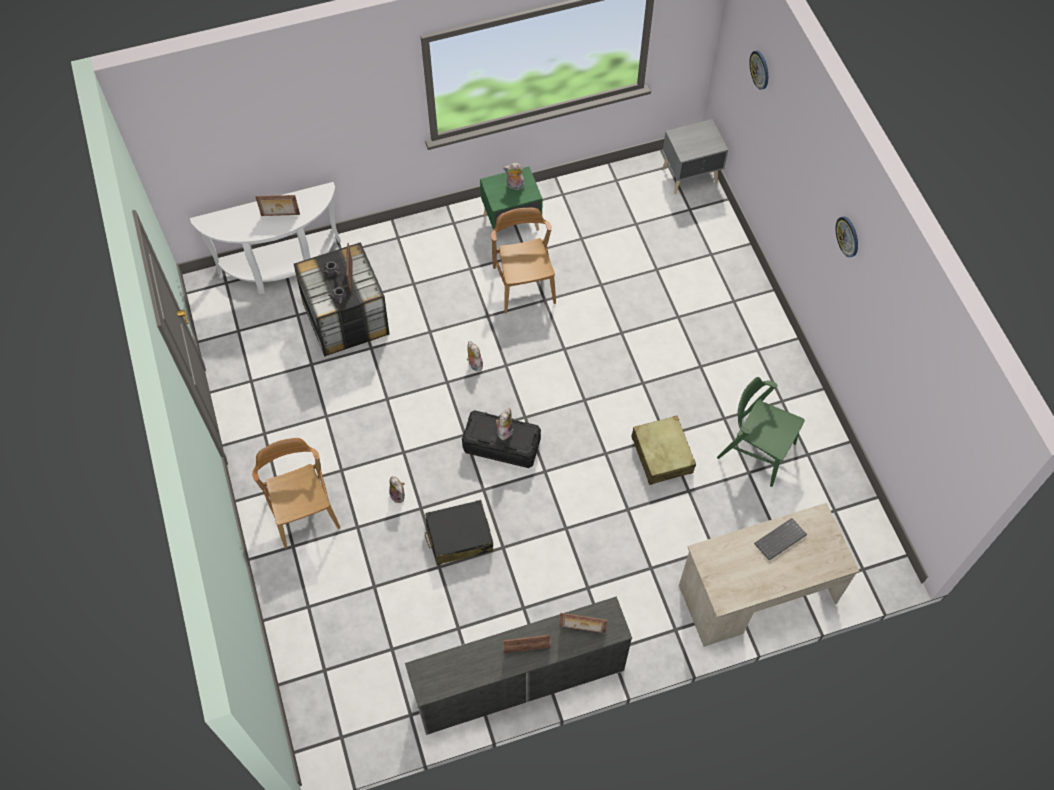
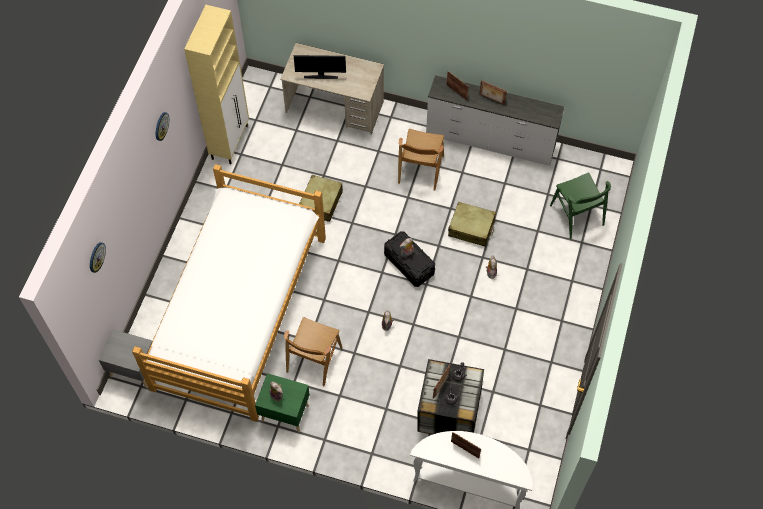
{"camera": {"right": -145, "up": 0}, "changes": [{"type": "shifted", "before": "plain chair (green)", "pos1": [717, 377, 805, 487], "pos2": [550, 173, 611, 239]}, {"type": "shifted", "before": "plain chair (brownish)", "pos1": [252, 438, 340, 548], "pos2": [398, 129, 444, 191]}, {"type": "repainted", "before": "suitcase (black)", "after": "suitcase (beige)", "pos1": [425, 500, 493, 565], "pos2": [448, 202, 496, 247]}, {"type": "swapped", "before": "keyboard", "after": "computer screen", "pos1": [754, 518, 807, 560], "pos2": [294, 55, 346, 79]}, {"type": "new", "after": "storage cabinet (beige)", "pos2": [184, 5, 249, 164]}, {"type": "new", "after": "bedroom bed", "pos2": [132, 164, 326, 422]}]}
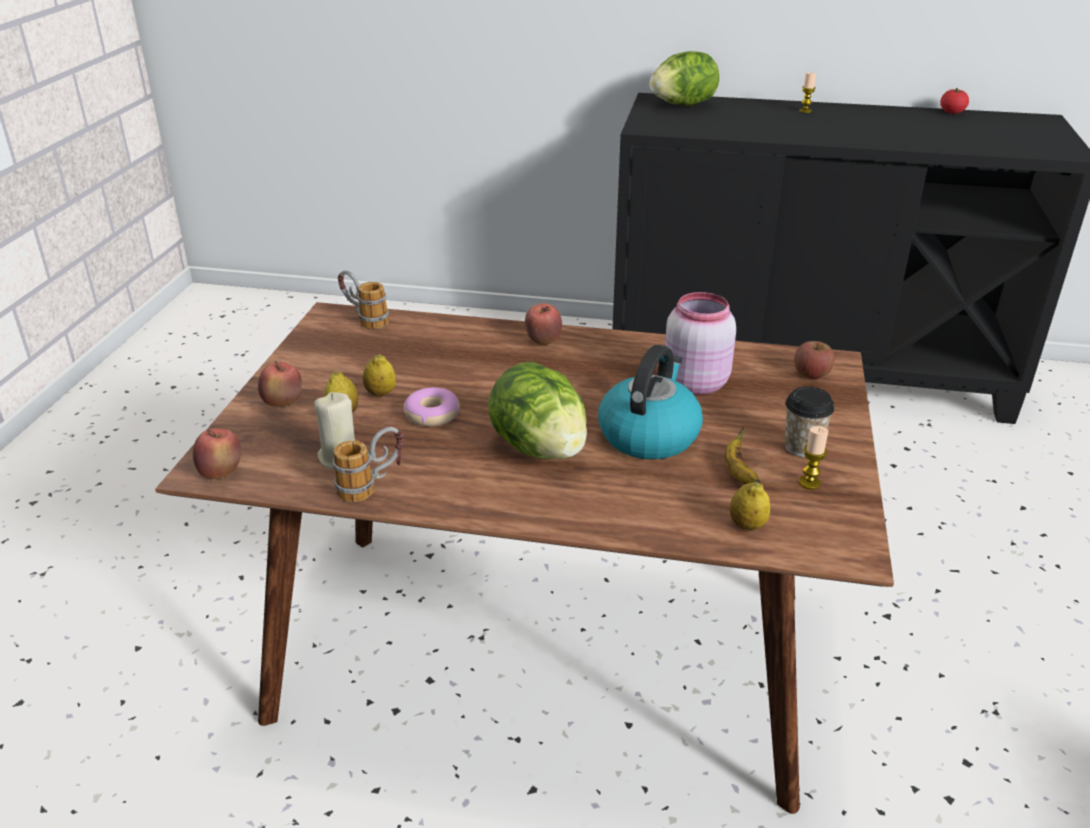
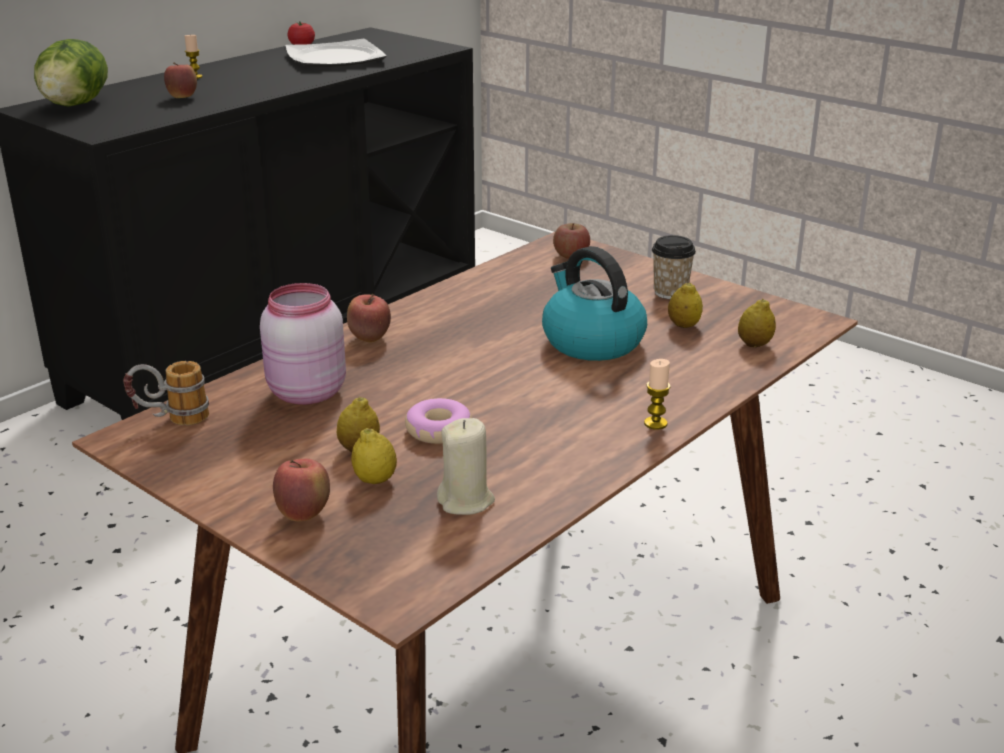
{"camera": {"right": -60, "up": -5}, "changes": [{"type": "shifted", "before": "preserve jar (pink-coloured)", "pos1": [665, 292, 736, 395], "pos2": [260, 283, 346, 405]}, {"type": "gone", "before": "head of lettuce", "pos1": [488, 362, 587, 460]}, {"type": "shifted", "before": "wax light", "pos1": [799, 426, 828, 490], "pos2": [644, 359, 670, 430]}, {"type": "gone", "before": "tea mug", "pos1": [333, 427, 404, 502]}, {"type": "swapped", "before": "banana fruit", "after": "whole lemon", "pos1": [725, 427, 761, 484], "pos2": [668, 282, 703, 328]}, {"type": "shifted", "before": "whole apple", "pos1": [193, 428, 241, 479], "pos2": [164, 62, 197, 98]}, {"type": "new", "after": "plate", "pos2": [285, 39, 386, 67]}]}
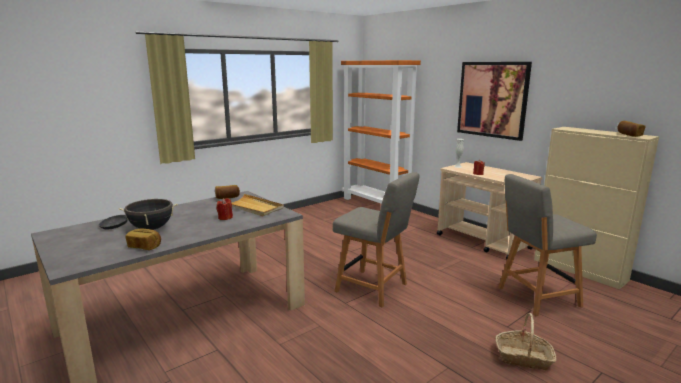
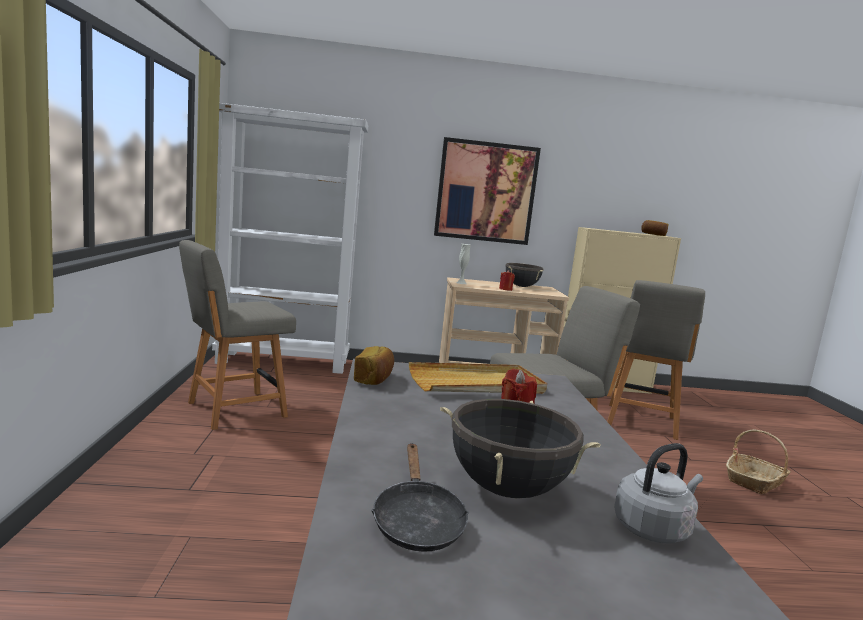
{"camera": {"right": -55, "up": -5}, "changes": [{"type": "repainted", "before": "shelving unit (orange)", "after": "shelving unit (white)", "pos1": [341, 60, 421, 204], "pos2": [212, 103, 368, 374]}, {"type": "swapped", "before": "bakery bread", "after": "water kettle (gray)", "pos1": [125, 228, 161, 250], "pos2": [614, 443, 703, 544]}, {"type": "new", "after": "plain chair (gray)", "pos2": [179, 240, 296, 430]}, {"type": "new", "after": "stockpot (black)", "pos2": [506, 263, 543, 287]}]}
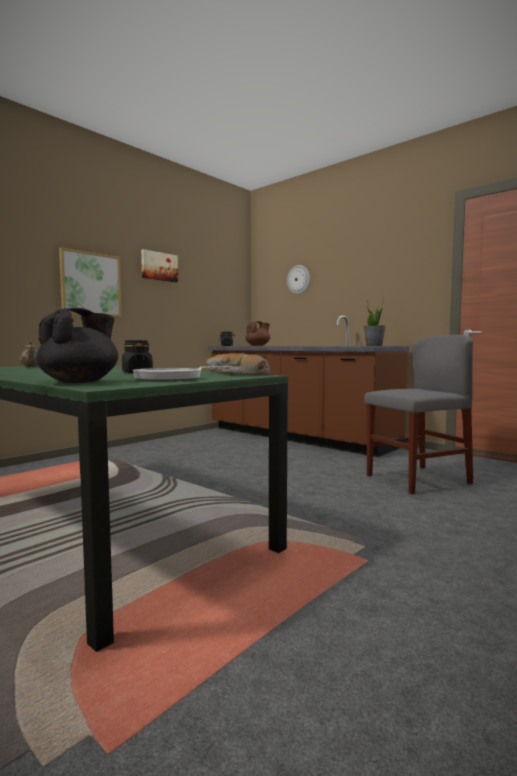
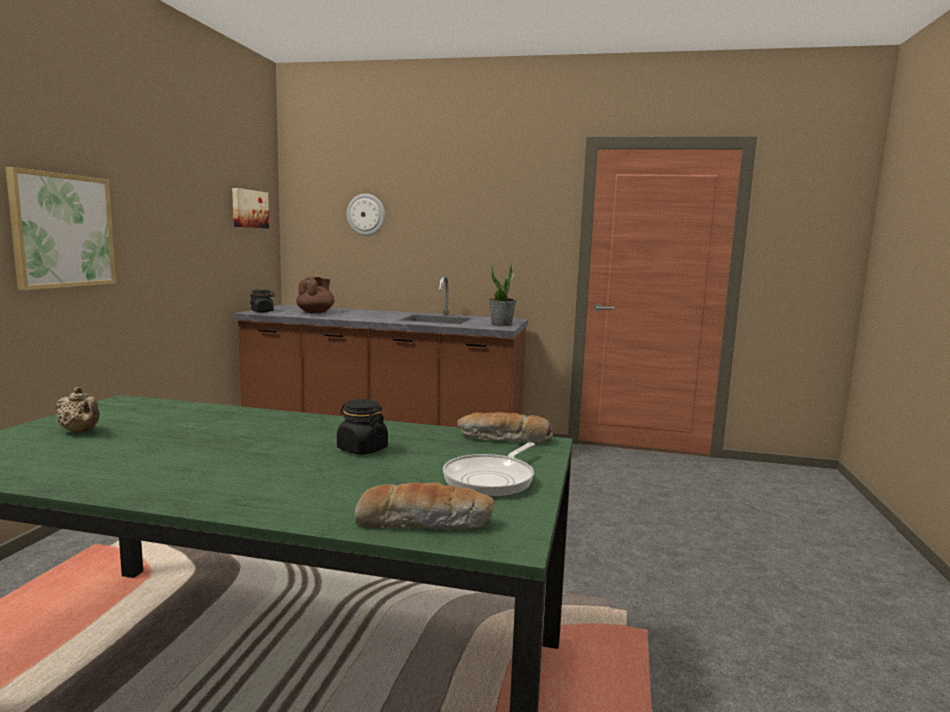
{"camera": {"right": -30, "up": 5}, "changes": [{"type": "shifted", "before": "picture", "pos1": [141, 249, 178, 282], "pos2": [232, 188, 269, 228]}, {"type": "swapped", "before": "tea pot (black)", "after": "bakery bread", "pos1": [36, 308, 118, 383], "pos2": [354, 482, 494, 530]}, {"type": "gone", "before": "plain chair (gray)", "pos1": [364, 335, 473, 494]}]}
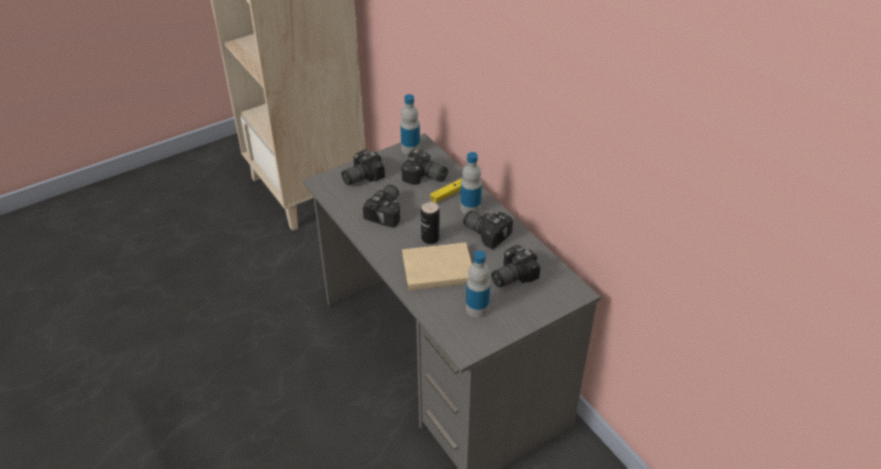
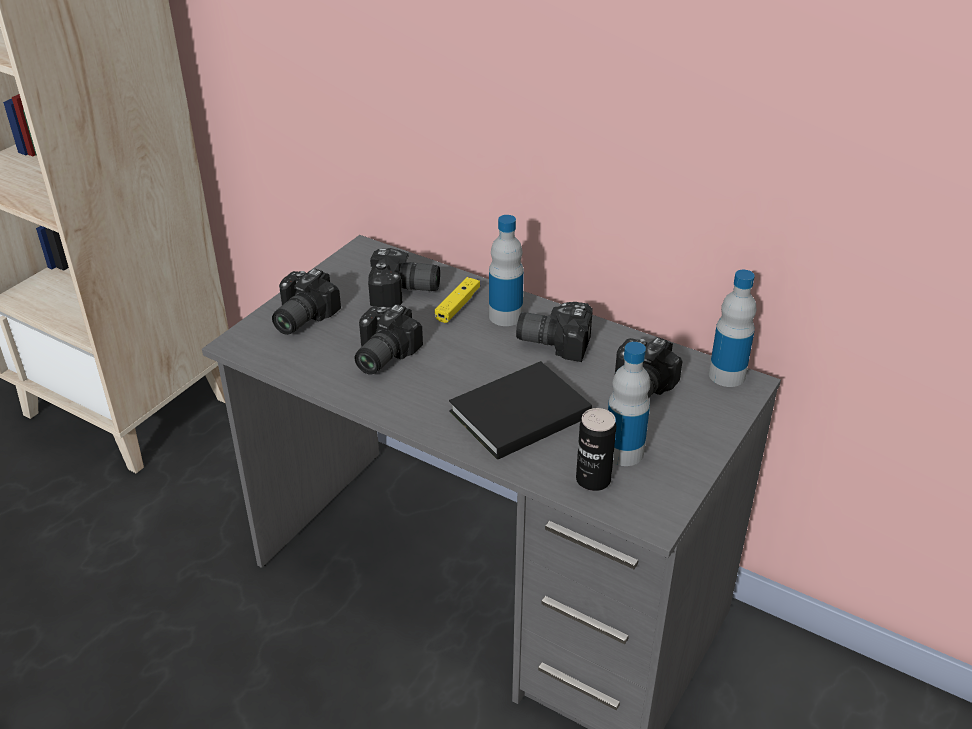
{"camera": {"right": -25, "up": -5}, "changes": [{"type": "shifted", "before": "beverage bottle", "pos1": [400, 94, 420, 155], "pos2": [709, 270, 756, 387]}, {"type": "rotated", "before": "photo camera", "pos1": [363, 185, 400, 228], "pos2": [355, 304, 423, 375], "turn": -150}, {"type": "shifted", "before": "sealed can", "pos1": [421, 201, 439, 244], "pos2": [576, 408, 616, 491]}, {"type": "repainted", "before": "volume (beige)", "after": "volume (black)", "pos1": [402, 242, 472, 290], "pos2": [449, 361, 592, 460]}]}
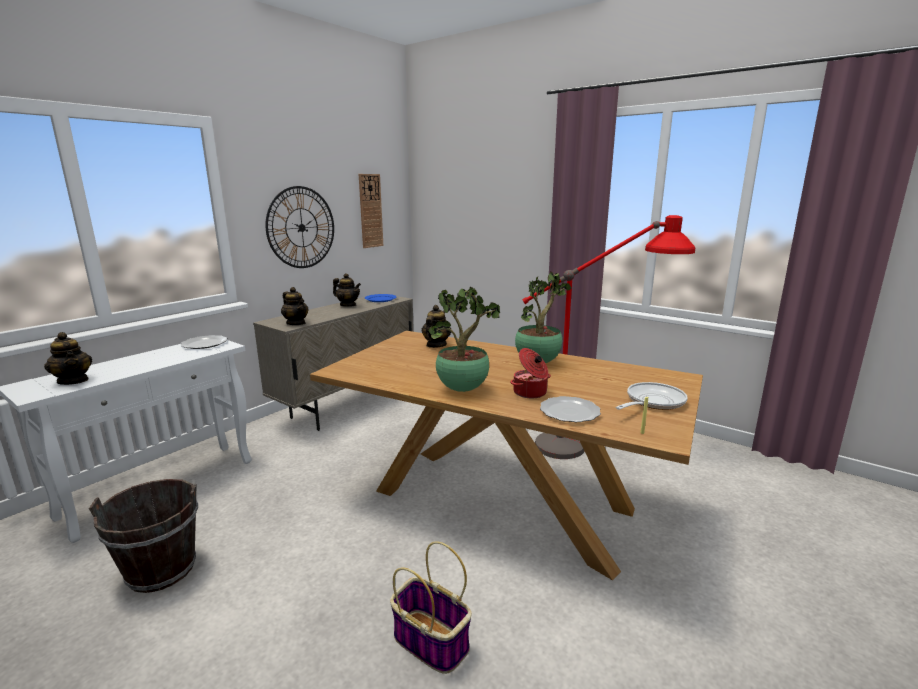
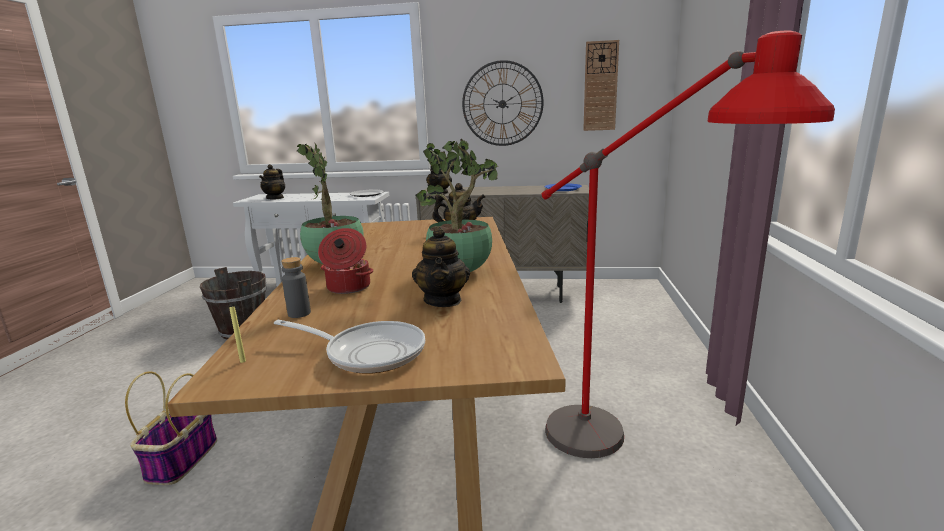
{"camera": {"right": 60, "up": 0}, "changes": [{"type": "shifted", "before": "tea pot", "pos1": [333, 273, 361, 307], "pos2": [412, 227, 470, 307]}, {"type": "swapped", "before": "plate", "after": "beverage bottle (gray)", "pos1": [540, 396, 601, 422], "pos2": [281, 257, 311, 318]}]}
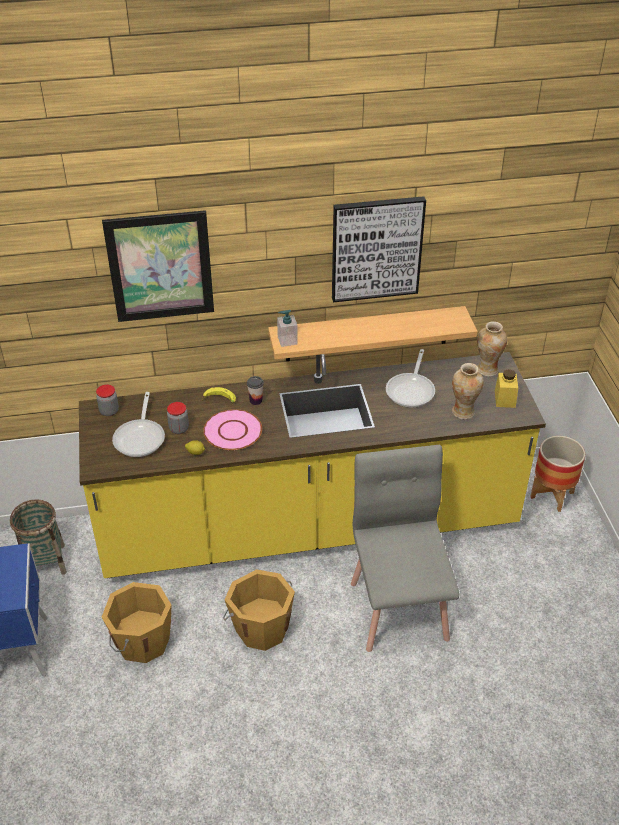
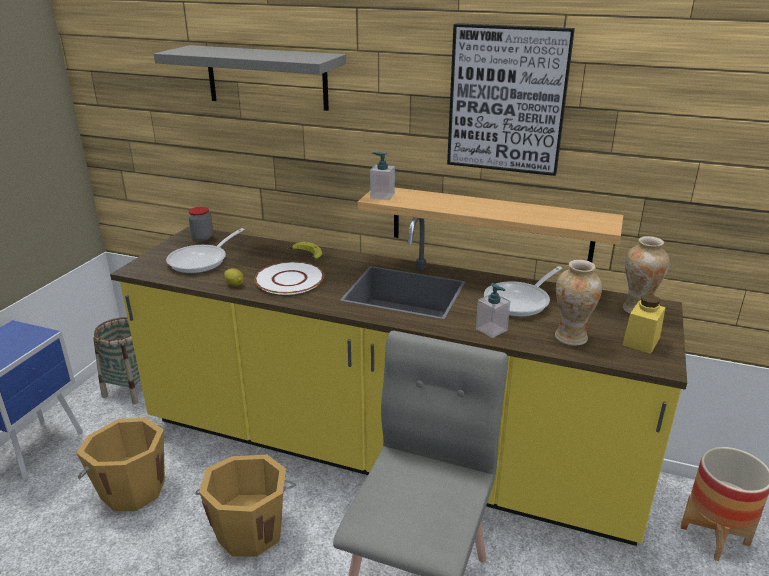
{"camera": {"right": 30, "up": -15}, "changes": [{"type": "swapped", "before": "picture", "after": "wall shelf (gray)", "pos1": [102, 210, 214, 322], "pos2": [154, 45, 346, 111]}, {"type": "gone", "before": "cup", "pos1": [247, 376, 264, 405]}, {"type": "gone", "before": "preserve jar", "pos1": [167, 402, 189, 434]}, {"type": "repainted", "before": "plate (pink-coloured)", "after": "plate (white)", "pos1": [203, 409, 262, 450], "pos2": [254, 262, 324, 295]}, {"type": "new", "after": "soap dispenser", "pos2": [476, 283, 511, 338]}]}
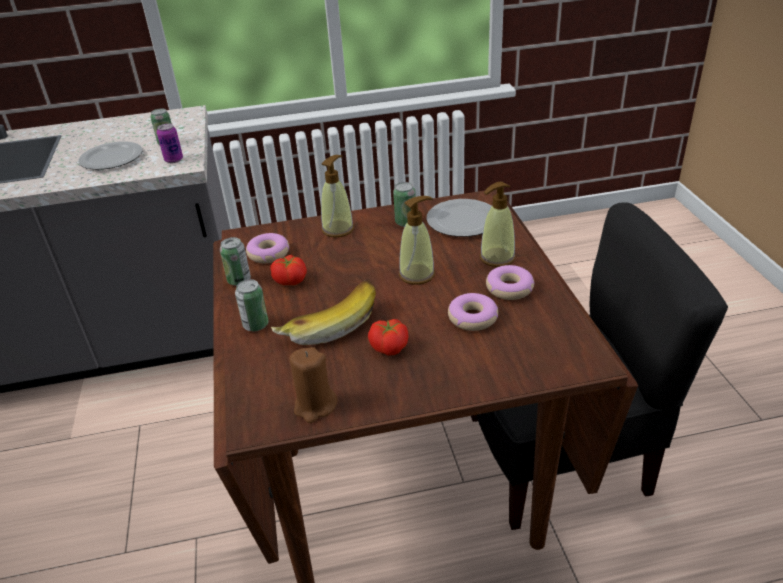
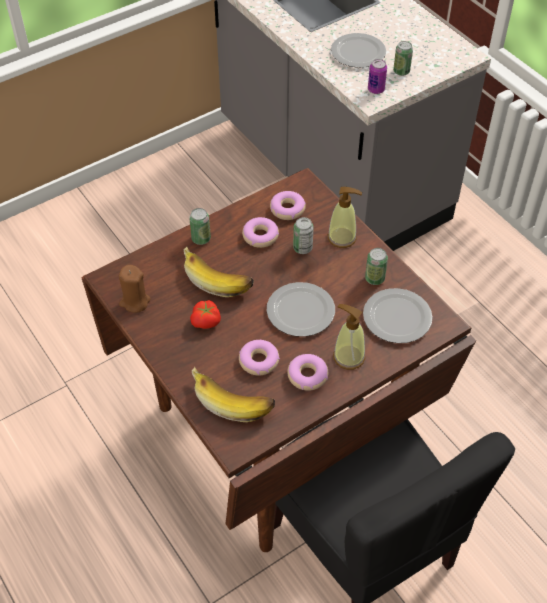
{"camera": {"right": 65, "up": 15}, "changes": [{"type": "swapped", "before": "soap dispenser", "after": "plate", "pos1": [399, 196, 435, 285], "pos2": [267, 282, 335, 337]}, {"type": "shifted", "before": "sealed can", "pos1": [220, 237, 251, 286], "pos2": [293, 217, 314, 254]}, {"type": "swapped", "before": "whole tomato", "after": "ring doughnut", "pos1": [270, 255, 307, 285], "pos2": [242, 217, 279, 248]}, {"type": "new", "after": "banana fruit", "pos2": [192, 367, 275, 422]}]}
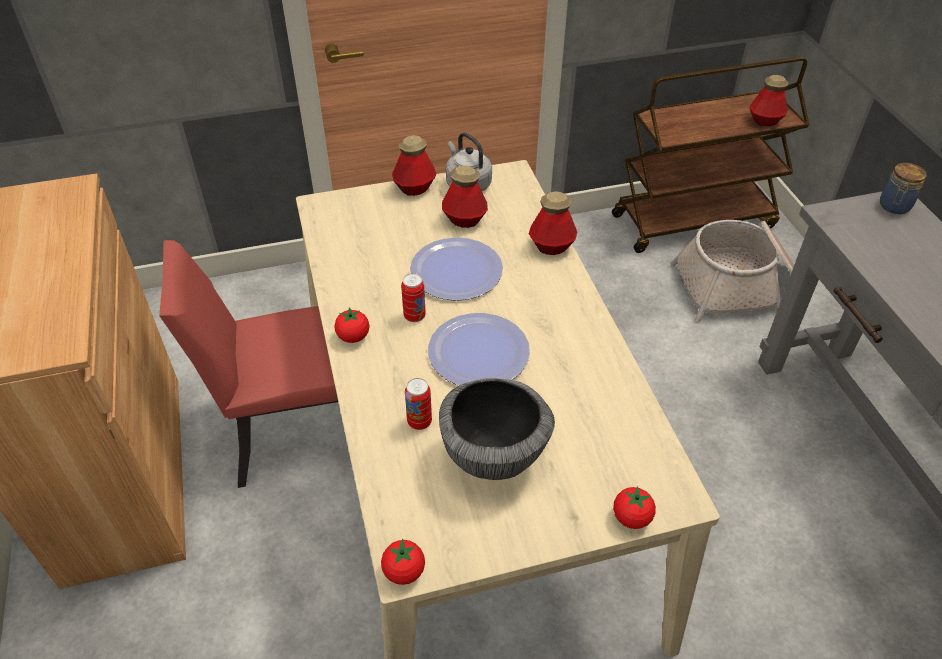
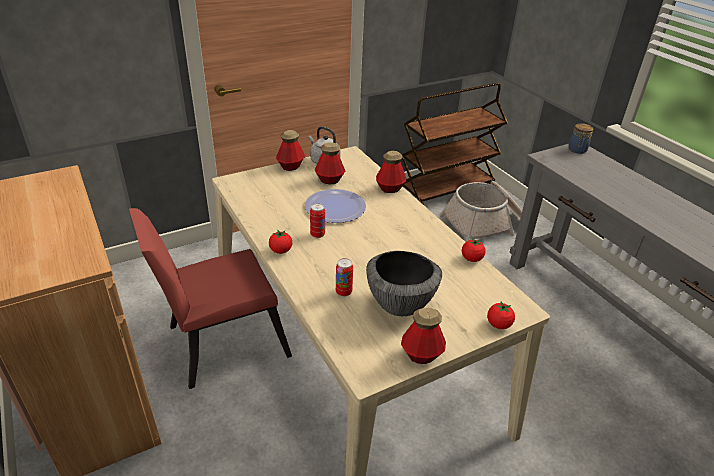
{"camera": {"right": -15, "up": -10}, "changes": [{"type": "shifted", "before": "beverage bottle", "pos1": [749, 75, 788, 126], "pos2": [401, 307, 446, 364]}, {"type": "gone", "before": "plate", "pos1": [428, 313, 530, 386]}, {"type": "shifted", "before": "whole tomato", "pos1": [381, 539, 425, 585], "pos2": [462, 237, 486, 262]}]}
